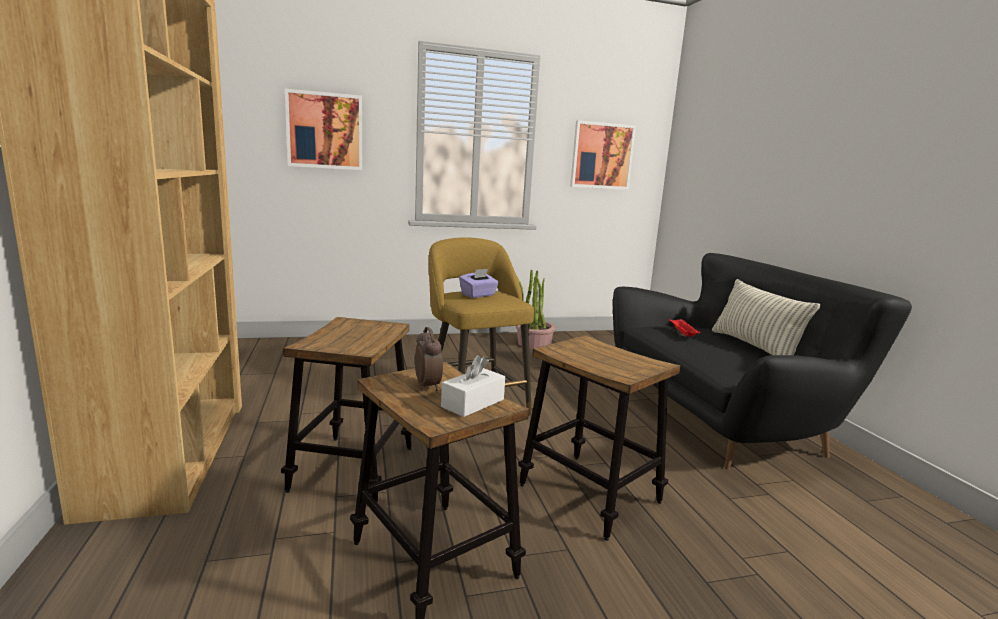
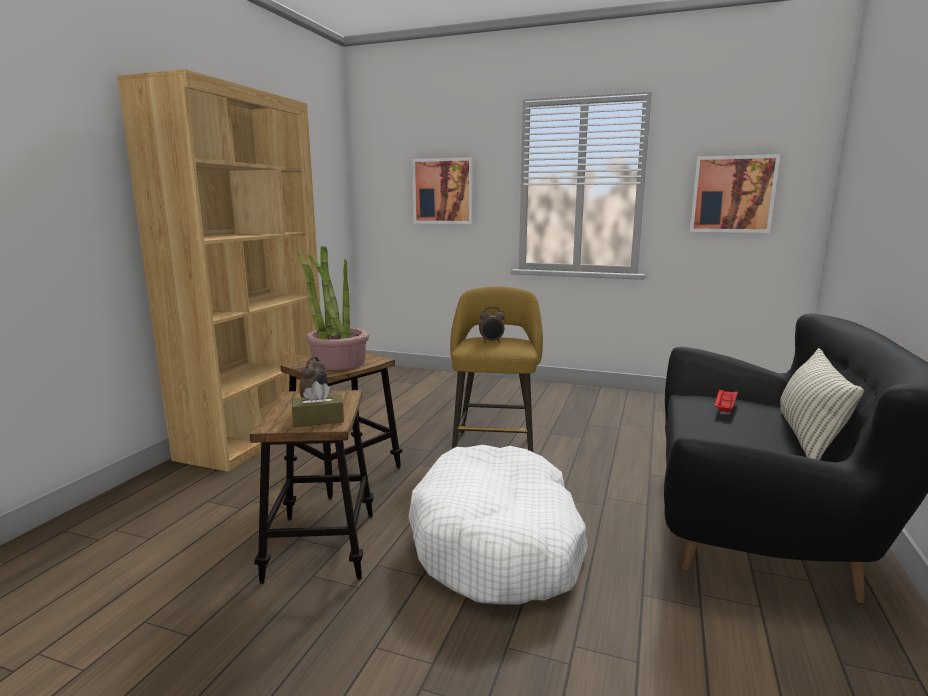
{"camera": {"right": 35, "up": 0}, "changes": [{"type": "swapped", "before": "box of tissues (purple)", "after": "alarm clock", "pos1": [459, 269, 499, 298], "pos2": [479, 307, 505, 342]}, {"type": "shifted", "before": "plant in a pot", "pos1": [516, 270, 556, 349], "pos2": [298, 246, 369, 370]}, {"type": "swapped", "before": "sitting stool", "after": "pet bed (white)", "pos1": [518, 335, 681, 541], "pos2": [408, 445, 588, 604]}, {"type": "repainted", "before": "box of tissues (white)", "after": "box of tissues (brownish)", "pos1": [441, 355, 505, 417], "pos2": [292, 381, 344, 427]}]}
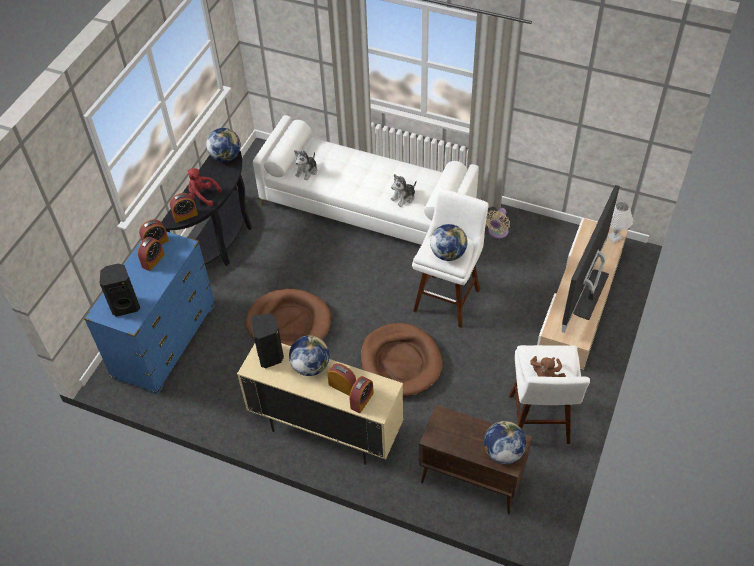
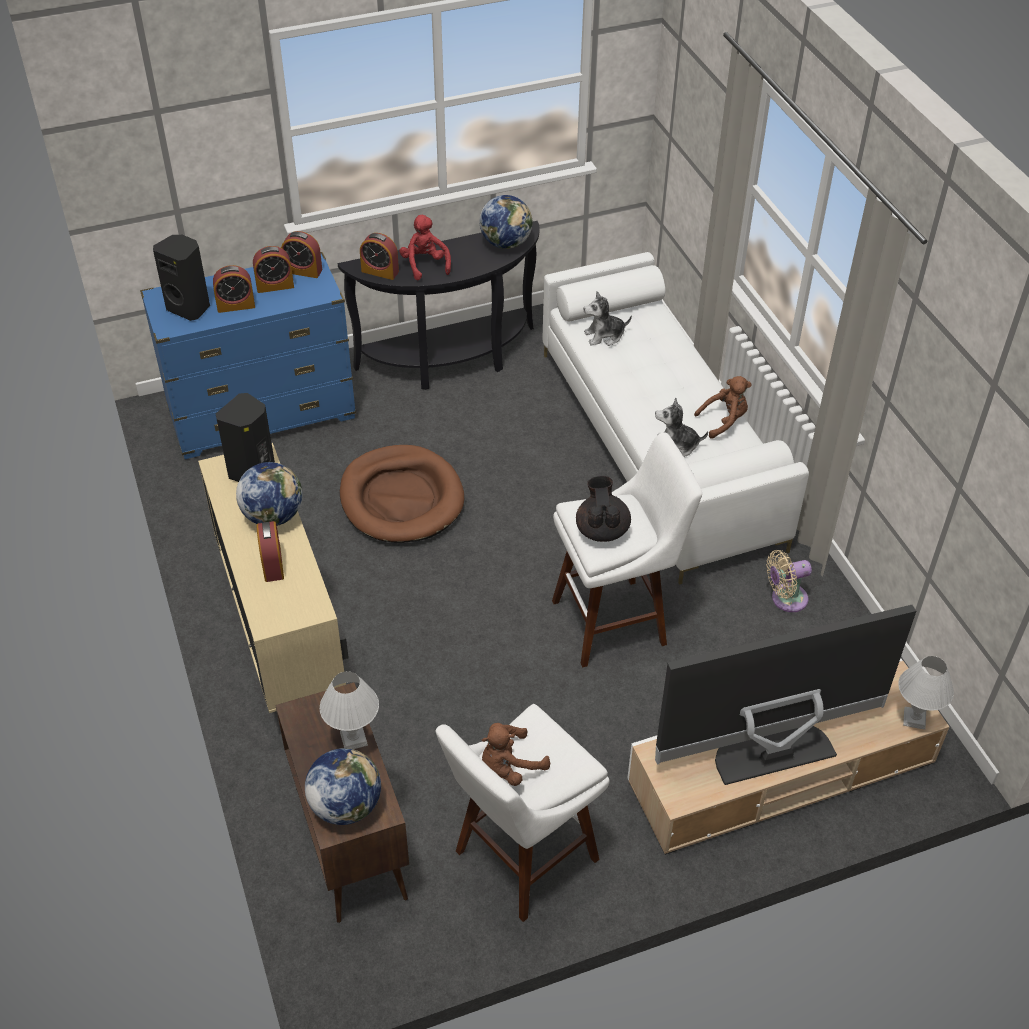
{"camera": {"right": 45, "up": -5}, "changes": [{"type": "swapped", "before": "globe", "after": "tea pot (black)", "pos1": [430, 224, 468, 261], "pos2": [576, 476, 631, 542]}, {"type": "gone", "before": "pet bed (brownish)", "pos1": [361, 323, 442, 397]}, {"type": "shifted", "before": "alarm clock", "pos1": [349, 376, 374, 413], "pos2": [213, 265, 255, 313]}, {"type": "new", "after": "cuddly toy (brownish)", "pos2": [694, 376, 752, 439]}, {"type": "new", "after": "lamp for a table (white)", "pos2": [320, 671, 379, 749]}]}
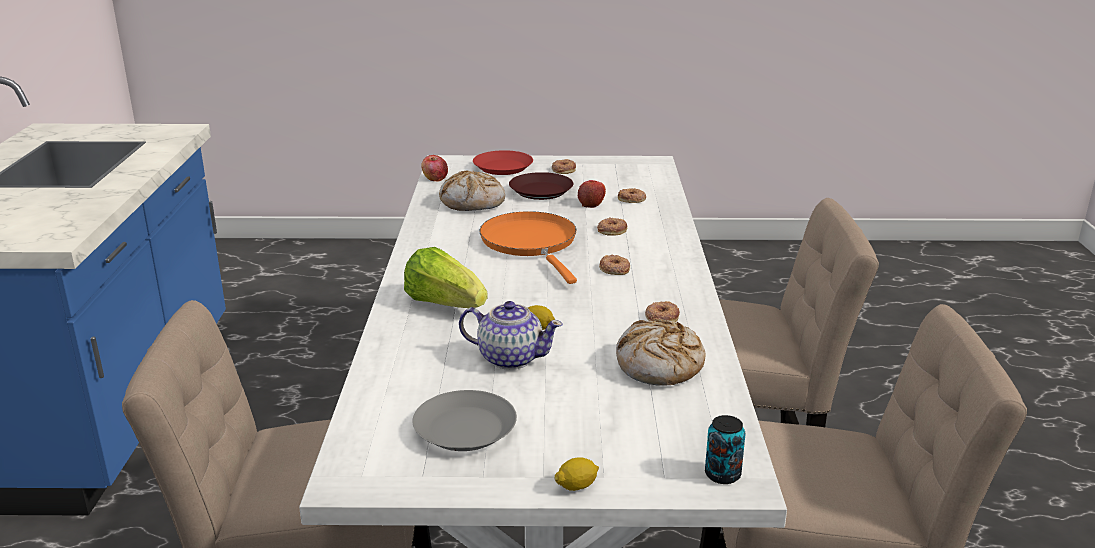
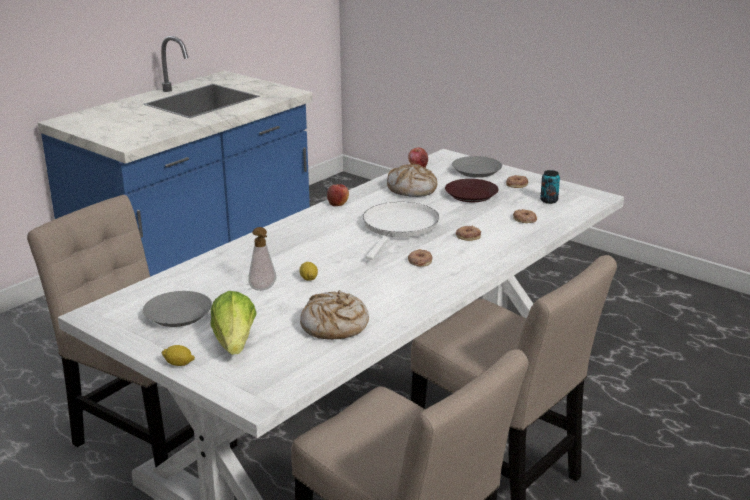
{"camera": {"right": 40, "up": 0}, "changes": [{"type": "repainted", "before": "plate (red-coloured)", "after": "plate (gray)", "pos1": [473, 150, 533, 175], "pos2": [452, 156, 502, 178]}, {"type": "shifted", "before": "whole apple", "pos1": [578, 180, 606, 208], "pos2": [327, 184, 349, 206]}, {"type": "repainted", "before": "pan (orange)", "after": "pan (white)", "pos1": [479, 211, 577, 284], "pos2": [363, 202, 439, 260]}, {"type": "shifted", "before": "head of lettuce", "pos1": [404, 247, 488, 308], "pos2": [210, 291, 257, 355]}, {"type": "swapped", "before": "tea pot", "after": "soap dispenser", "pos1": [459, 301, 563, 370], "pos2": [248, 227, 276, 291]}, {"type": "gone", "before": "ring doughnut", "pos1": [645, 301, 680, 322]}, {"type": "shifted", "before": "sealed can", "pos1": [705, 415, 746, 484], "pos2": [540, 170, 560, 204]}]}
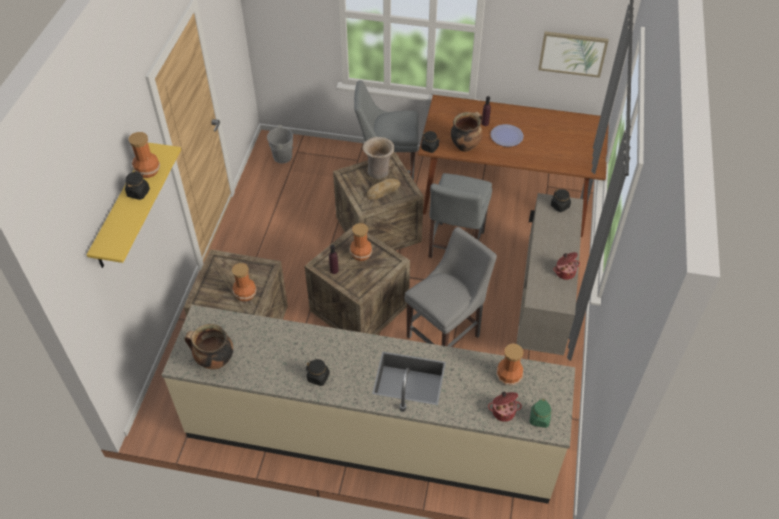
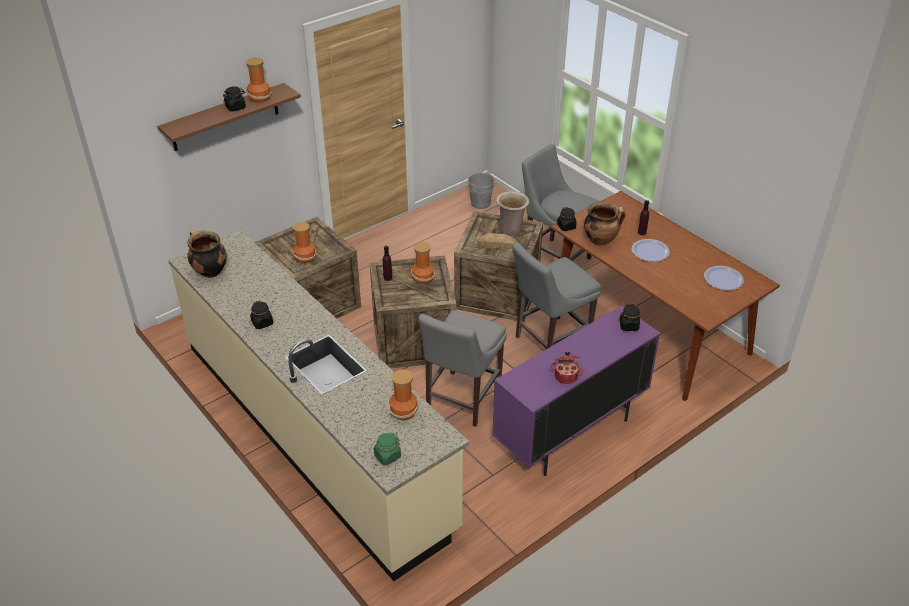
{"camera": {"right": 40, "up": -10}, "changes": [{"type": "gone", "before": "picture", "pos1": [538, 32, 609, 78]}, {"type": "repainted", "before": "wall shelf (yellow-coloured)", "after": "wall shelf (brownish)", "pos1": [86, 143, 181, 268], "pos2": [157, 83, 301, 151]}, {"type": "repainted", "before": "storage cabinet (beige)", "after": "storage cabinet (purple)", "pos1": [516, 193, 583, 355], "pos2": [492, 306, 660, 476]}, {"type": "rotated", "before": "plain chair (gray)", "pos1": [404, 227, 497, 347], "pos2": [419, 310, 507, 427], "turn": 120}, {"type": "gone", "before": "stockpot", "pos1": [488, 392, 522, 422]}, {"type": "new", "after": "plate", "pos2": [704, 266, 744, 291]}]}
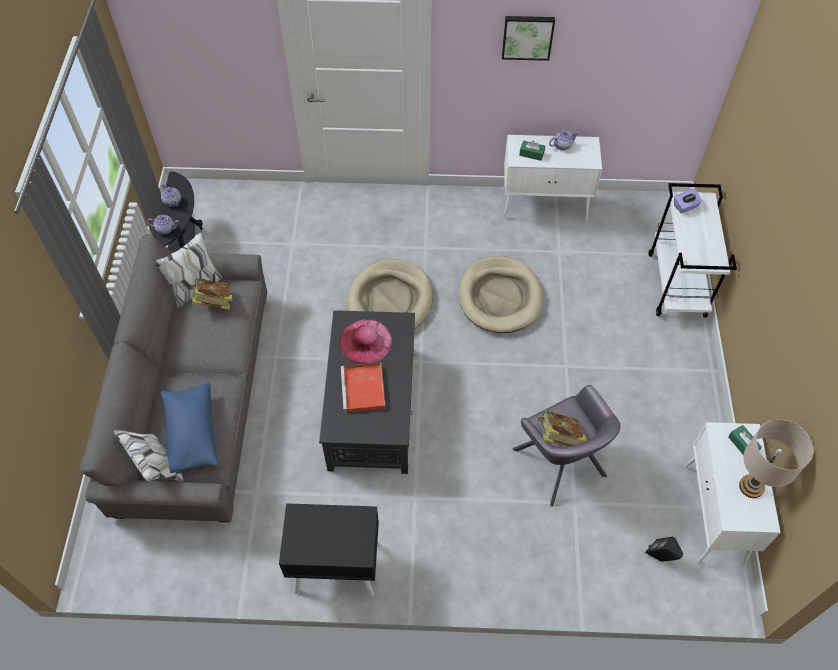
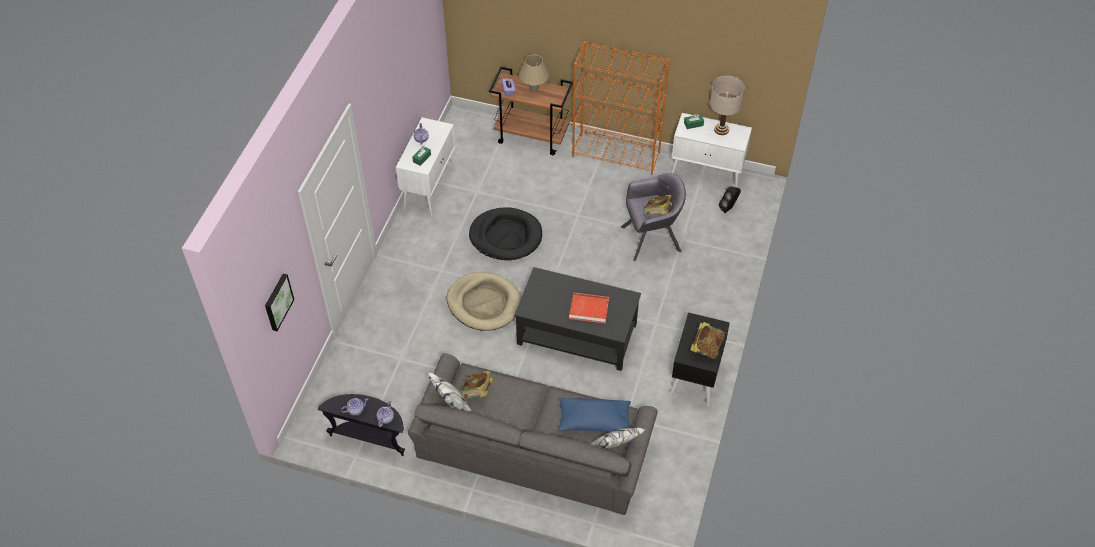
{"camera": {"right": -75, "up": -5}, "changes": [{"type": "shifted", "before": "picture", "pos1": [502, 16, 555, 61], "pos2": [265, 274, 294, 331]}, {"type": "repainted", "before": "wheeled cart (white)", "after": "wheeled cart (brownish)", "pos1": [648, 183, 737, 318], "pos2": [489, 67, 573, 155]}, {"type": "repainted", "before": "pet bed (beige)", "after": "pet bed (black)", "pos1": [459, 256, 543, 333], "pos2": [469, 207, 542, 260]}, {"type": "gone", "before": "clothing hat (pink-coloured)", "pos1": [339, 319, 392, 364]}, {"type": "new", "after": "shelving unit (orange)", "pos2": [572, 41, 670, 175]}, {"type": "new", "after": "lamp for a table (beige)", "pos2": [519, 55, 549, 92]}, {"type": "new", "after": "volume", "pos2": [690, 322, 725, 359]}]}
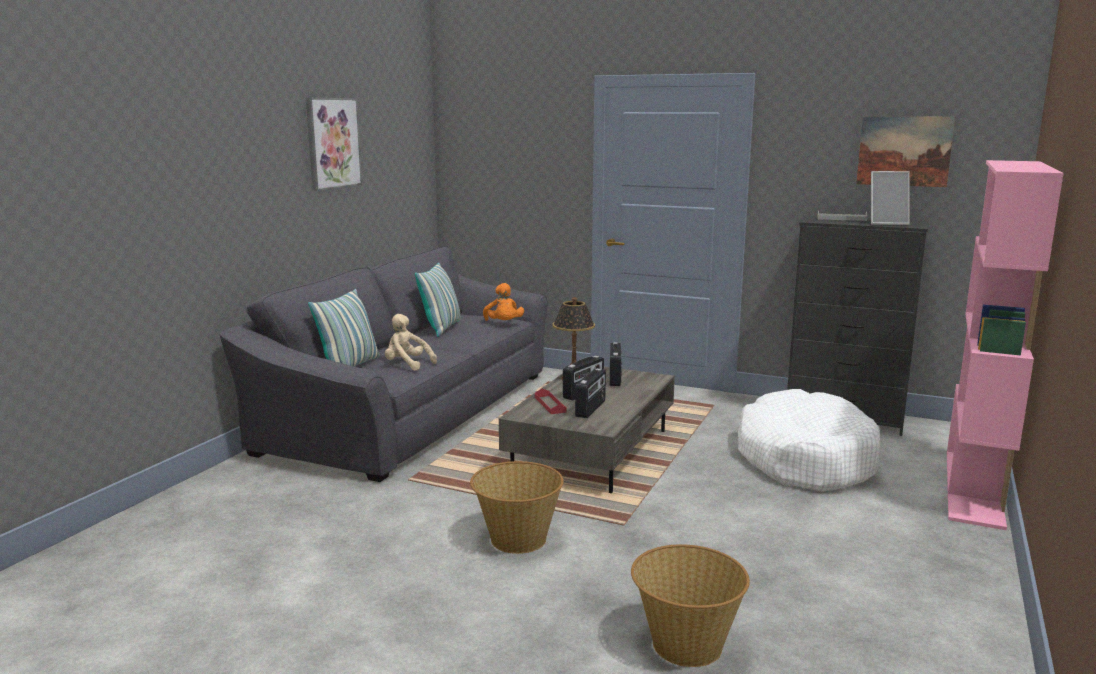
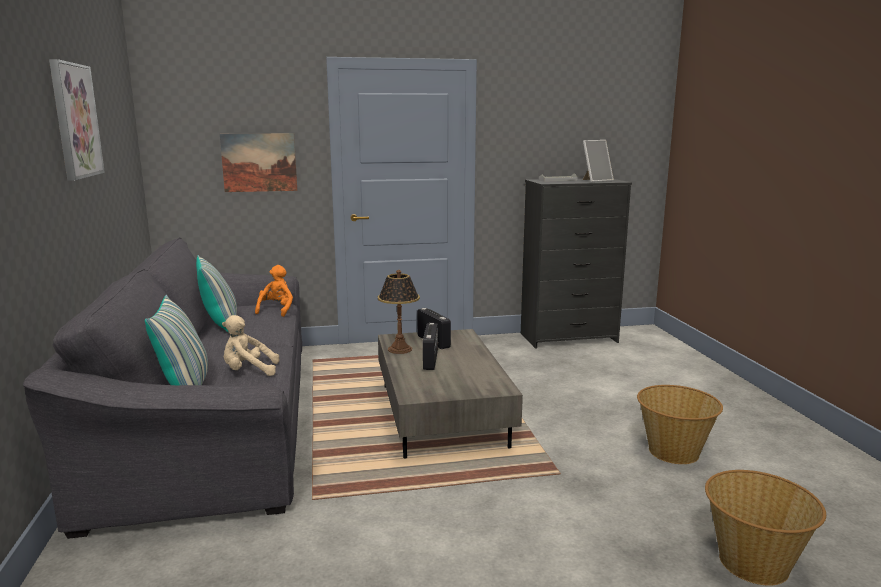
{"camera": {"right": -35, "up": 0}, "changes": [{"type": "shifted", "before": "picture", "pos1": [856, 116, 955, 187], "pos2": [220, 133, 297, 192]}, {"type": "gone", "before": "shelving unit (pink-coloured)", "pos1": [947, 160, 1063, 530]}, {"type": "rotated", "before": "cuddly toy (orange)", "pos1": [483, 283, 524, 321], "pos2": [255, 265, 293, 317], "turn": -120}, {"type": "gone", "before": "radio receiver", "pos1": [575, 368, 606, 418]}, {"type": "gone", "before": "tray (red-coloured)", "pos1": [535, 388, 567, 414]}, {"type": "gone", "before": "pet bed (white)", "pos1": [738, 389, 880, 492]}, {"type": "shifted", "before": "household basket", "pos1": [470, 461, 564, 554], "pos2": [637, 385, 723, 464]}]}
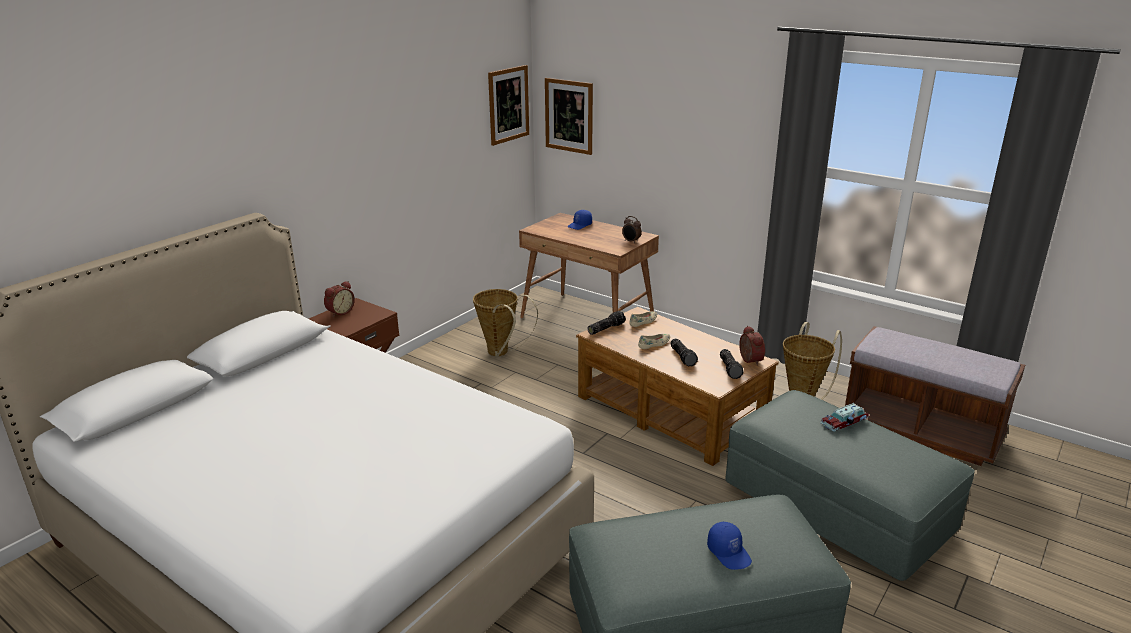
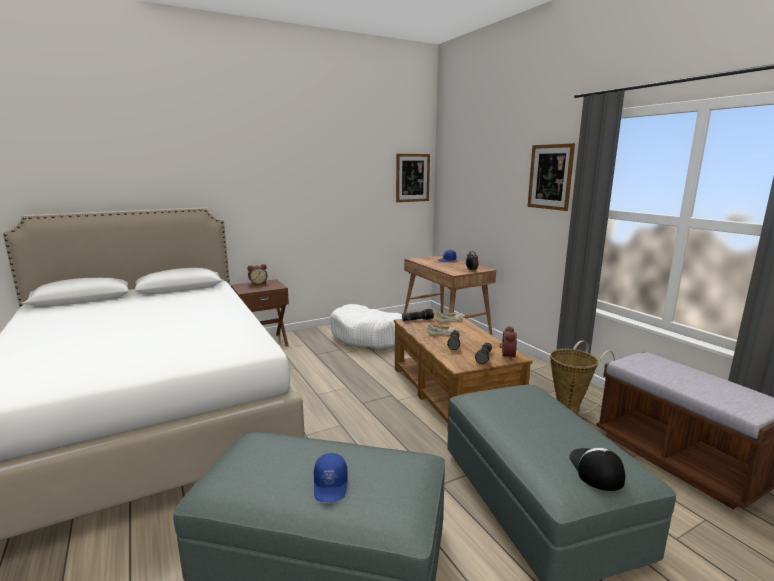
{"camera": {"right": 25, "up": -10}, "changes": [{"type": "shifted", "before": "picture", "pos1": [545, 78, 593, 155], "pos2": [527, 143, 575, 211]}, {"type": "swapped", "before": "household basket", "after": "pet bed (white)", "pos1": [473, 289, 538, 357], "pos2": [330, 304, 402, 349]}, {"type": "gone", "before": "toy car", "pos1": [820, 403, 869, 432]}, {"type": "new", "after": "baseball cap", "pos2": [569, 448, 625, 491]}]}
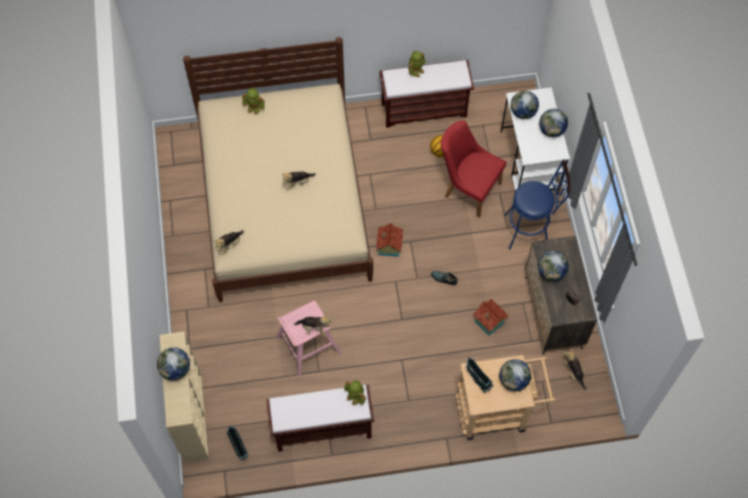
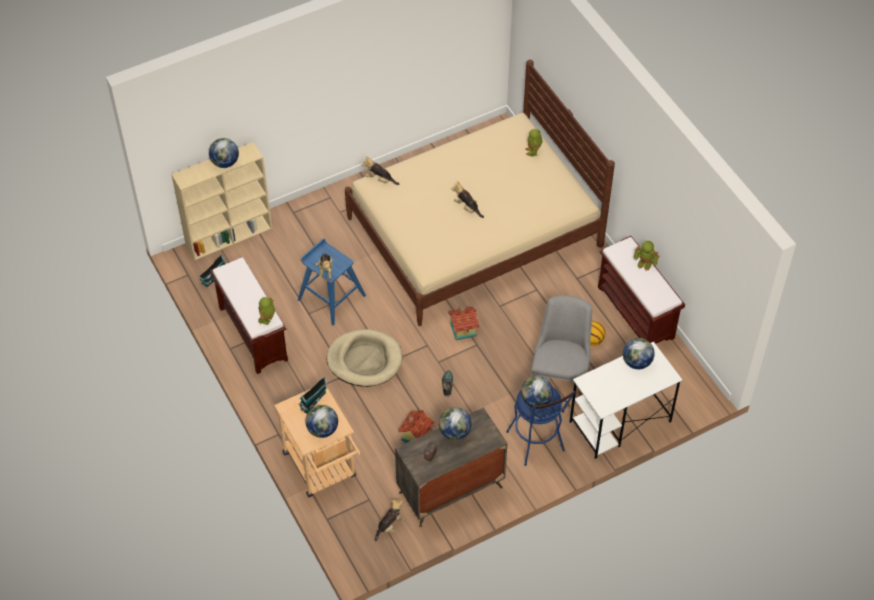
{"camera": {"right": 70, "up": -10}, "changes": [{"type": "shifted", "before": "globe", "pos1": [539, 109, 568, 137], "pos2": [521, 376, 553, 407]}, {"type": "repainted", "before": "plain chair (red-coloured)", "after": "plain chair (gray)", "pos1": [441, 120, 507, 218], "pos2": [531, 295, 592, 396]}, {"type": "repainted", "before": "sitting stool (pink-coloured)", "after": "sitting stool (blue)", "pos1": [276, 301, 342, 376], "pos2": [298, 238, 366, 326]}, {"type": "new", "after": "pet bed (beige)", "pos2": [327, 329, 402, 387]}]}
